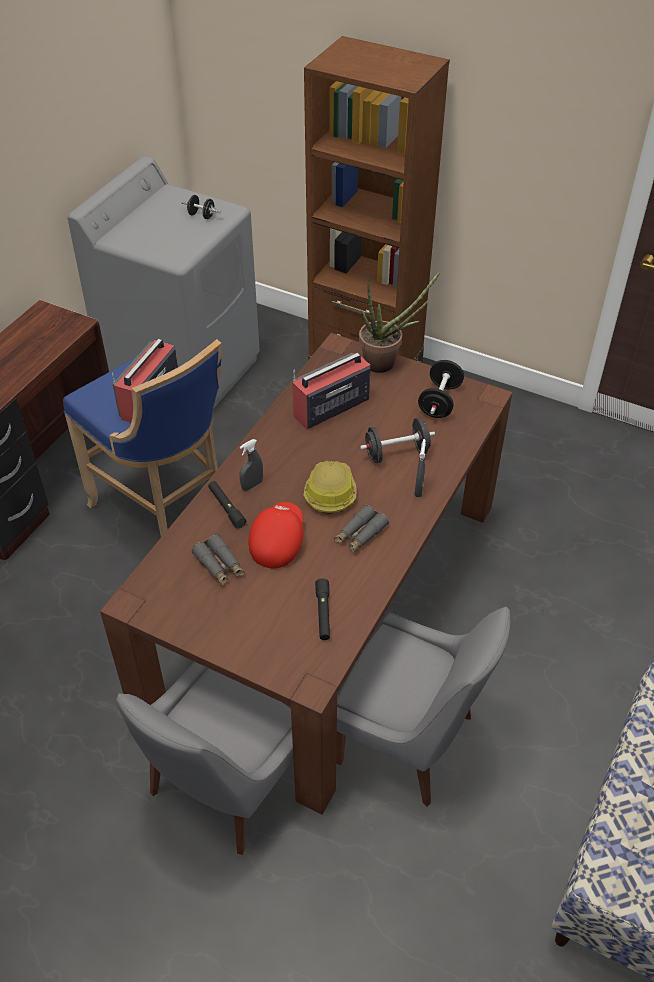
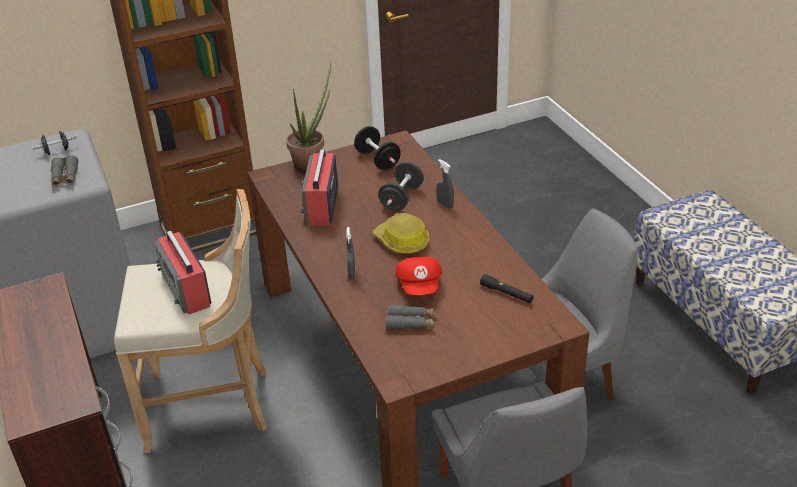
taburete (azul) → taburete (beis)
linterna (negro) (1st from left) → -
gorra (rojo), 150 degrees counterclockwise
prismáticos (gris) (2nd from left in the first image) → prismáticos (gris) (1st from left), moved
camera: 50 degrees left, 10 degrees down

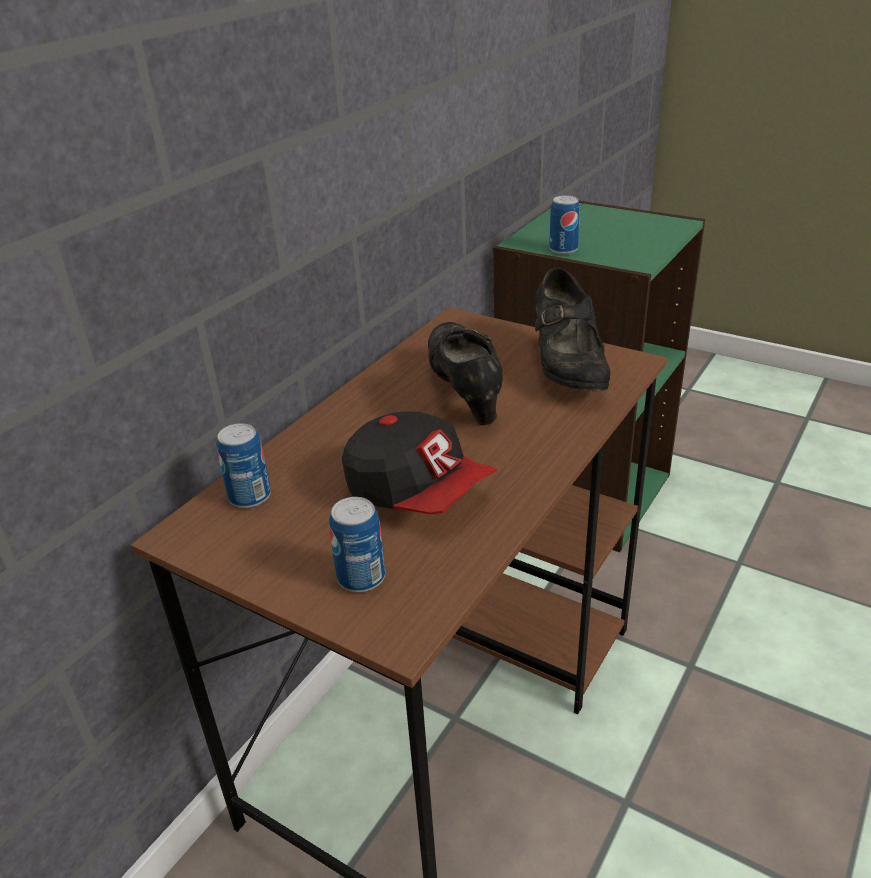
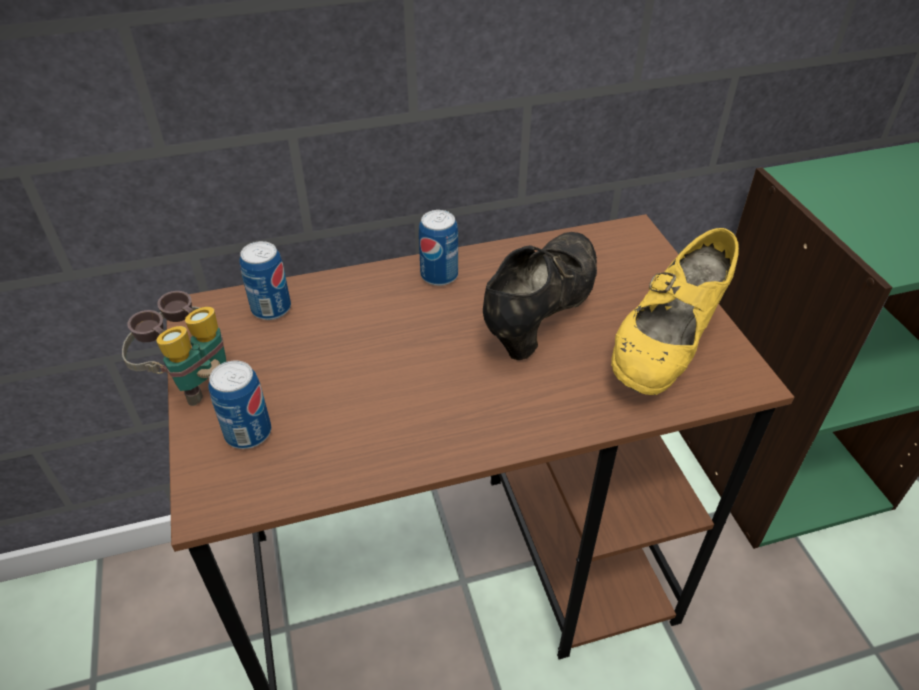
gorra → -
zapato (negro) (2nd from left) → zapato (amarillo)
lata (3rd from left), moved
- → prismáticos
camera: 40 degrees right, 10 degrees up

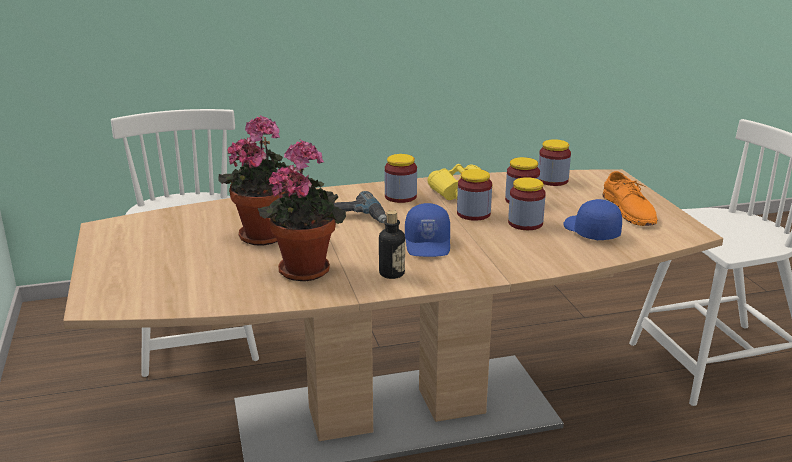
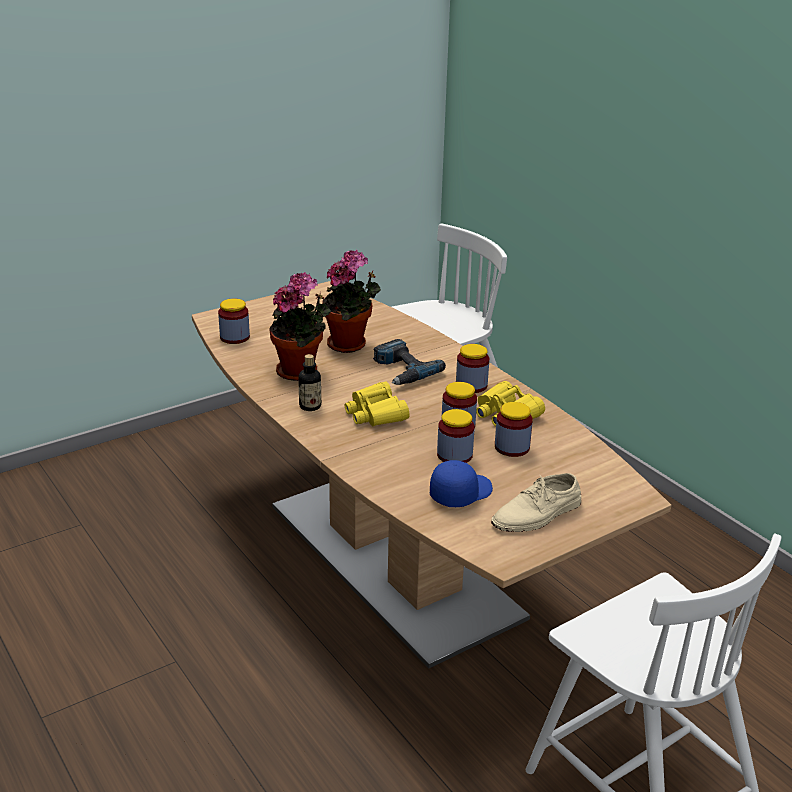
gorra (azul) (1st from left) → prismáticos (amarillo) (1st from left)
tarro (5th from left in the first image) → tarro (1st from left), moved
zapato (naranja) → zapato (beis)
camera: 70 degrees right, 5 degrees up

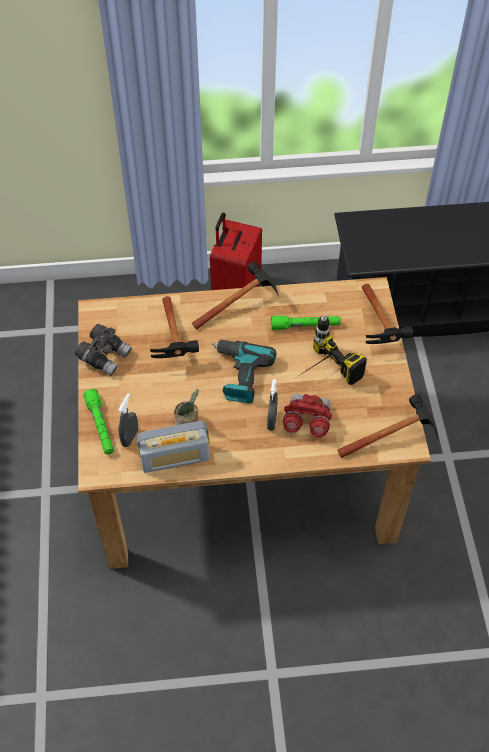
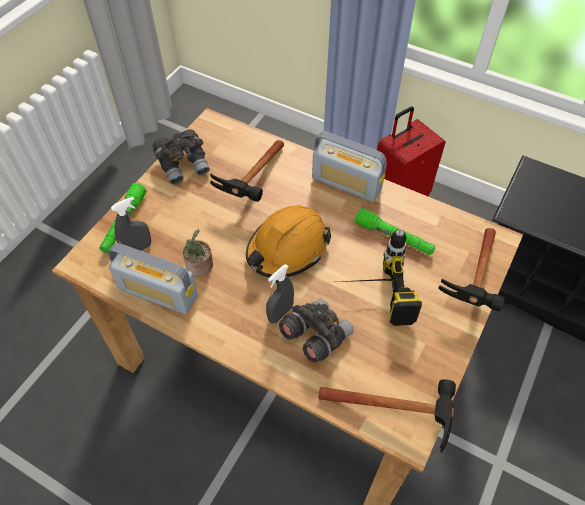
martillo (2nd from left) → radio (2nd from left)
taladro (1st from left) → casco (naranja)
prismáticos (rojo) → prismáticos (gris) (2nd from left)
camera: 35 degrees right, 0 degrees up

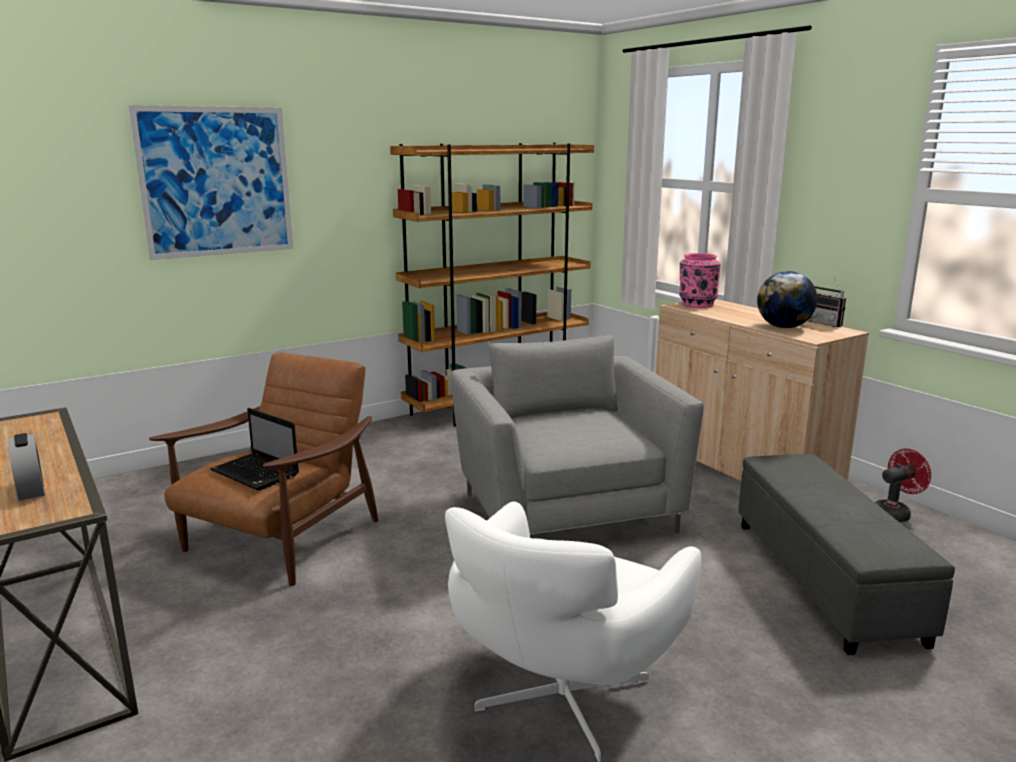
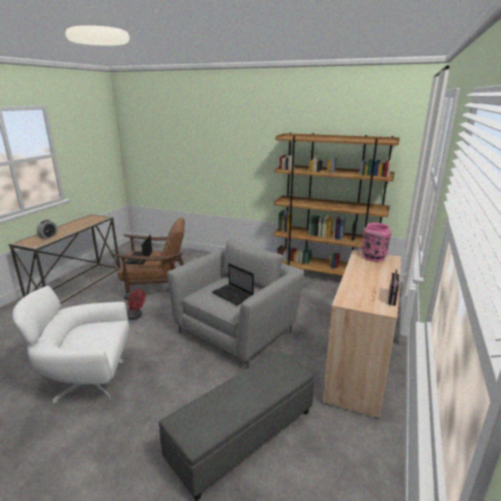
cuadro → -
globo terráqueo → -
ventilador (rojo), moved
- → portátil (2nd from left)
camera: 55 degrees right, 5 degrees up

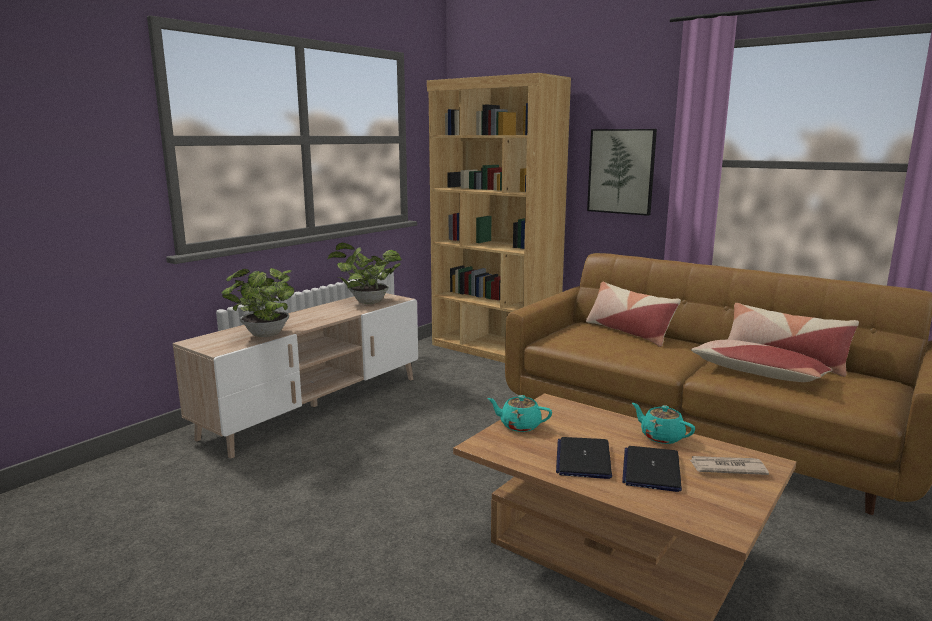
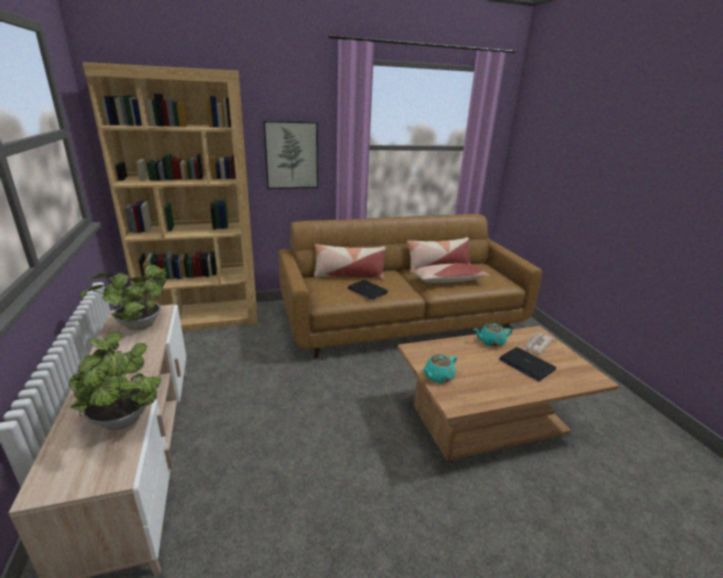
portátil (1st from left), moved
camera: 55 degrees left, 10 degrees up

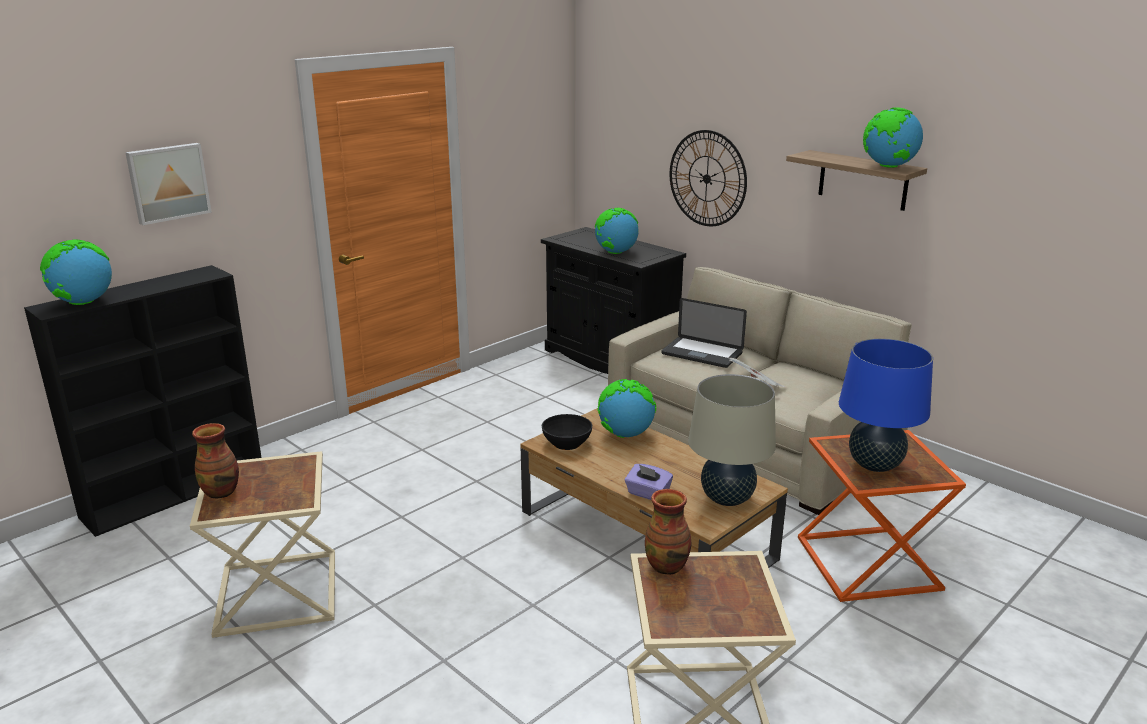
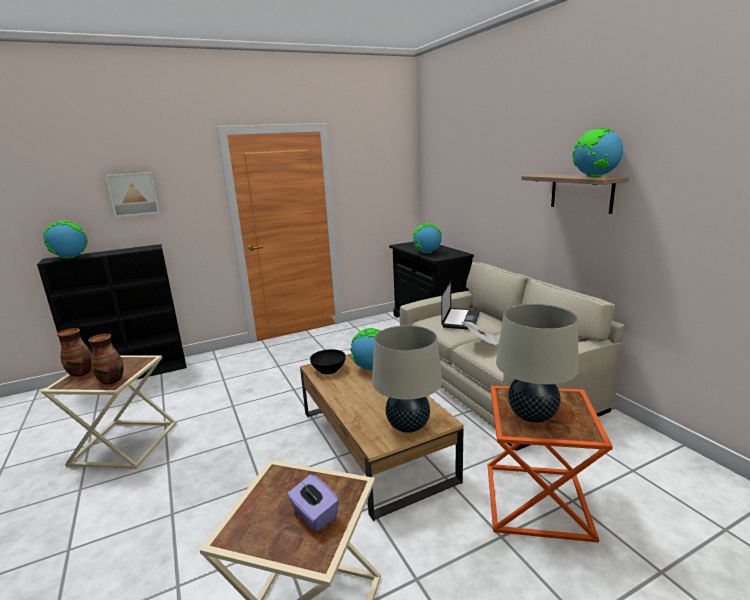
caja de pañuelos (morado), moved
florero (2nd from left), moved
portátil, 120 degrees counterclockwise
reloj de pared → -
lámpara de mesa (azul) → lámpara de mesa (beis) (2nd from left)
camera: 20 degrees right, 5 degrees down

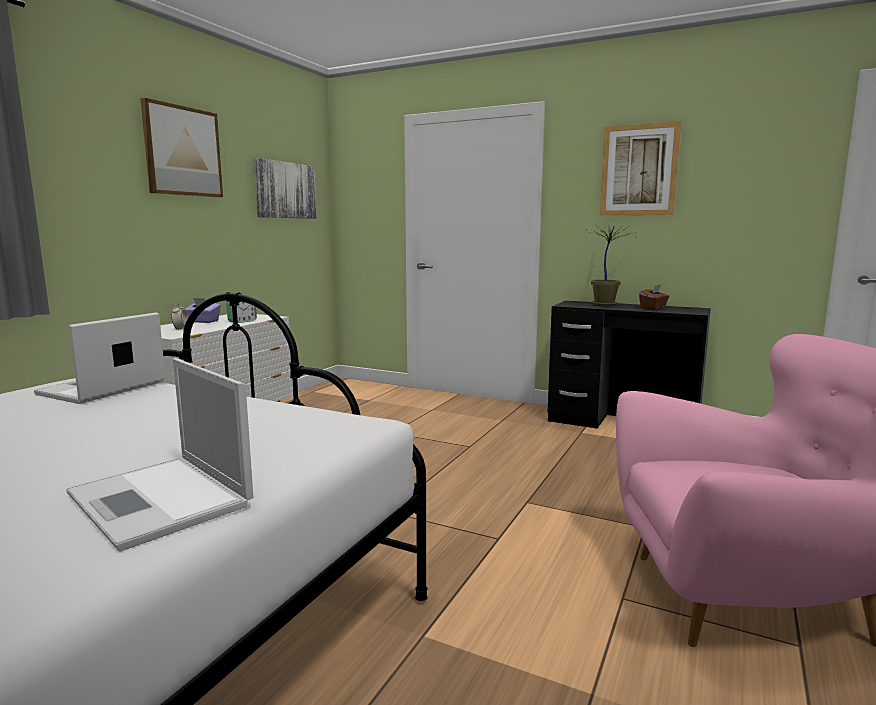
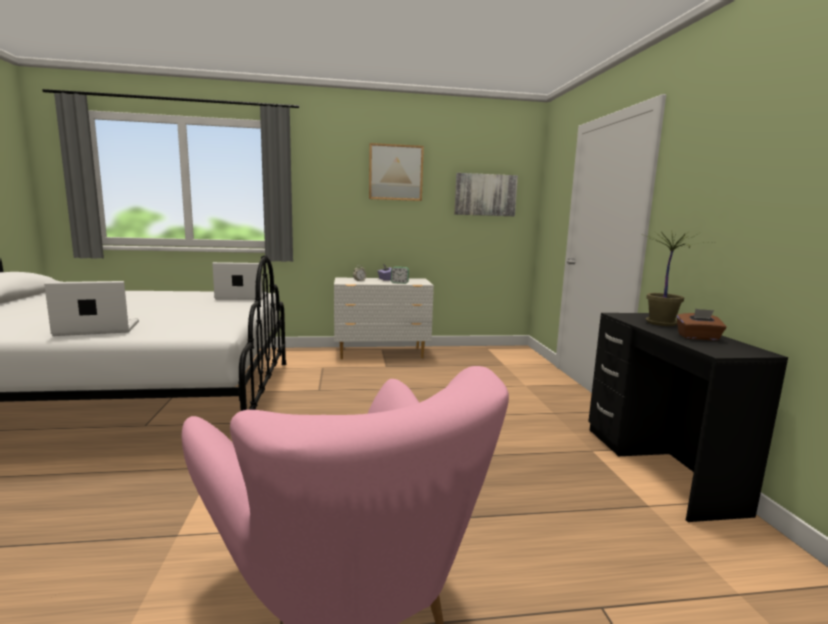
portátil (2nd from left in the first image) → portátil (1st from left), 60 degrees clockwise
cuadro (3rd from left) → -
camera: 55 degrees right, 0 degrees up

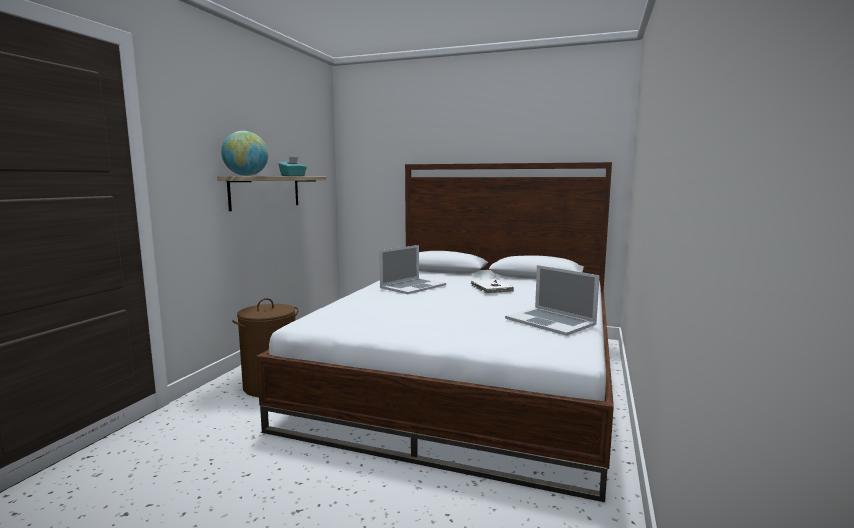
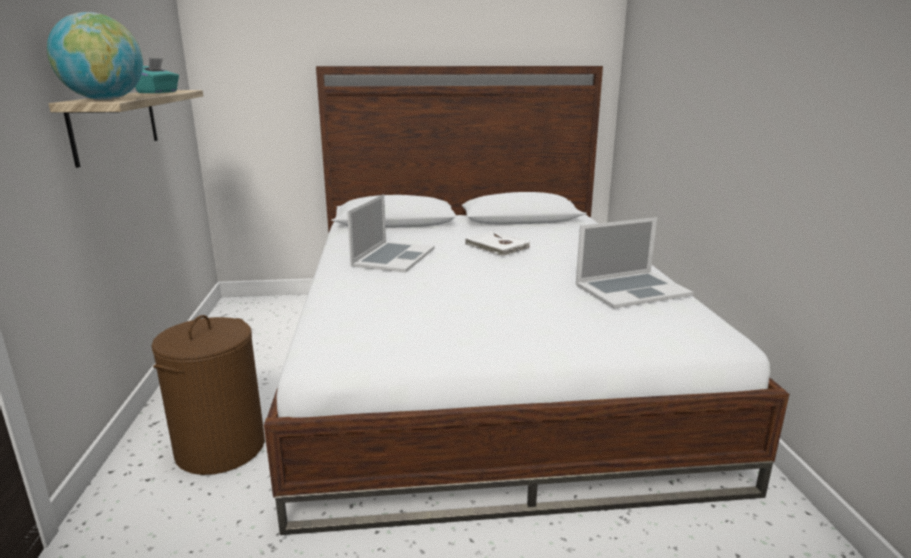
portátil (2nd from left), 45 degrees counterclockwise
camera: 25 degrees left, 10 degrees up

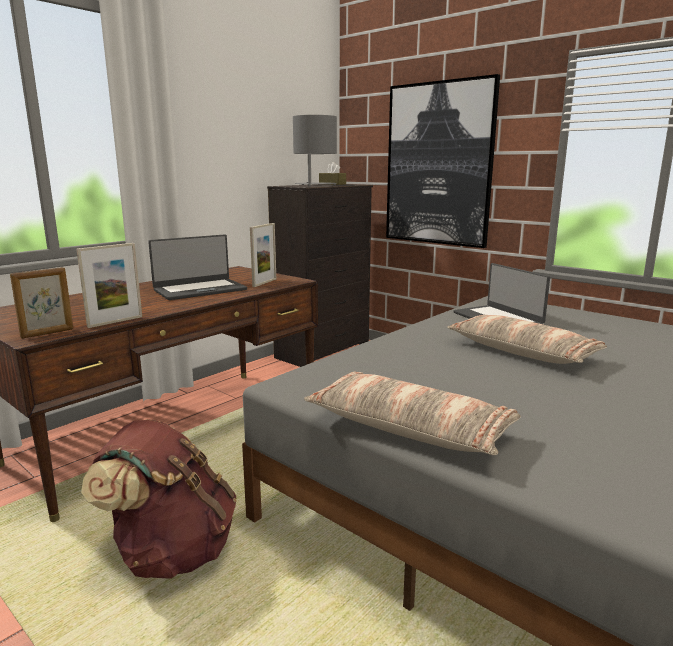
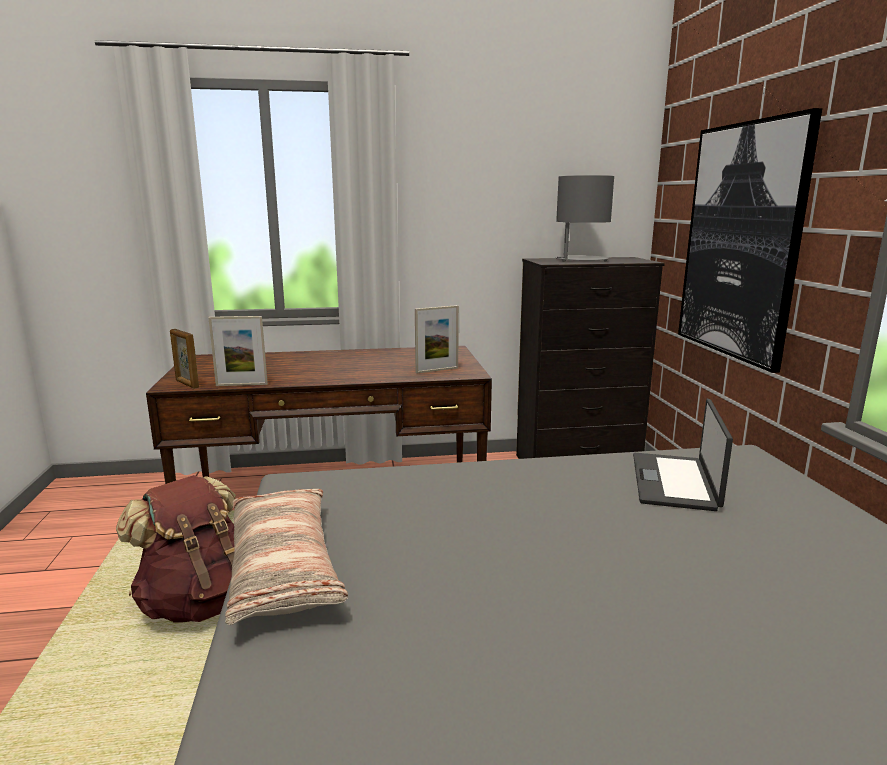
portarretratos (1st from left), 45 degrees clockwise
portátil (1st from left) → -
caja de pañuelos (marrón) → -
cojín (2nd from left) → -
camera: 40 degrees right, 0 degrees up

